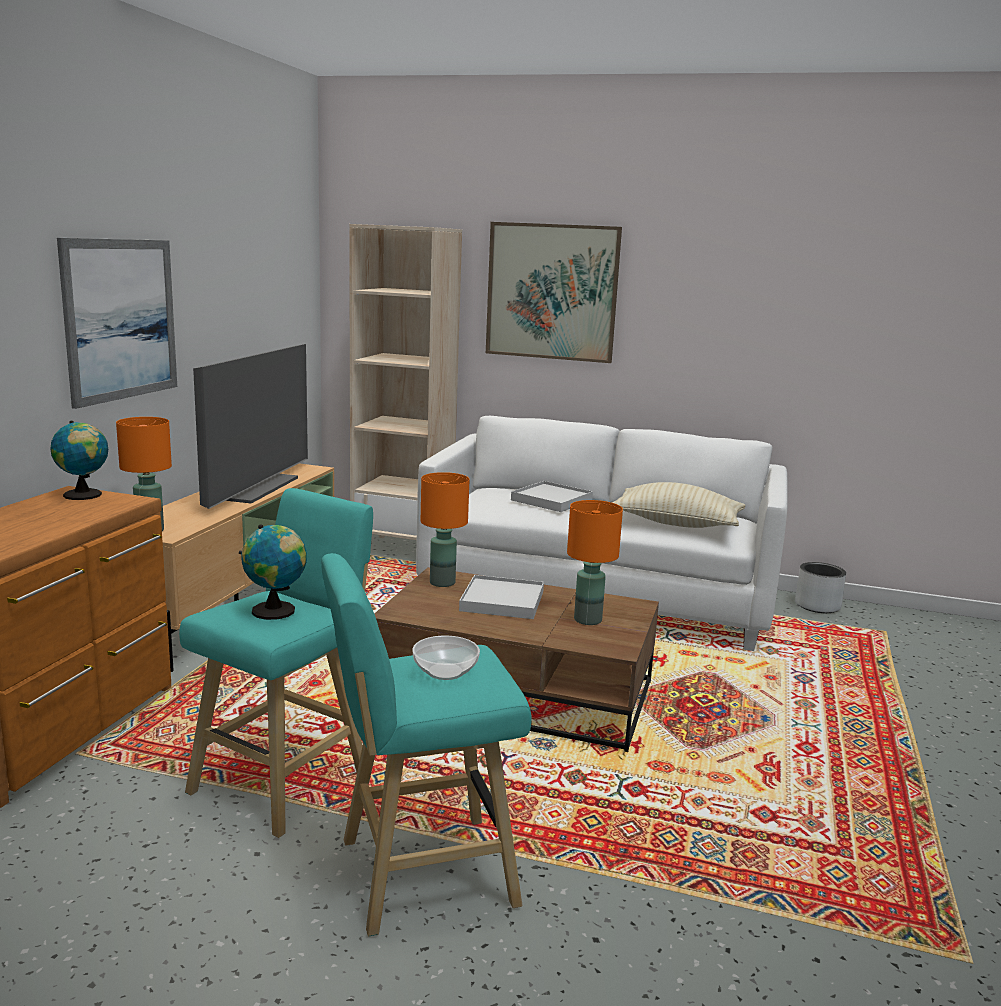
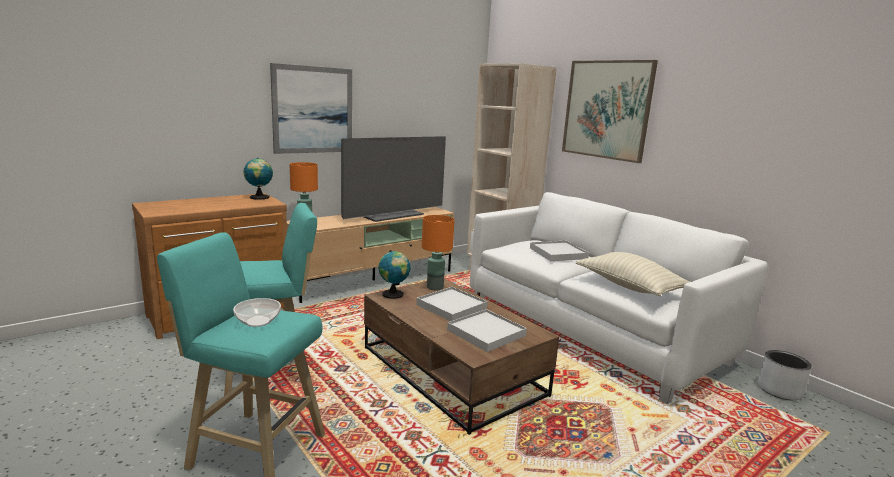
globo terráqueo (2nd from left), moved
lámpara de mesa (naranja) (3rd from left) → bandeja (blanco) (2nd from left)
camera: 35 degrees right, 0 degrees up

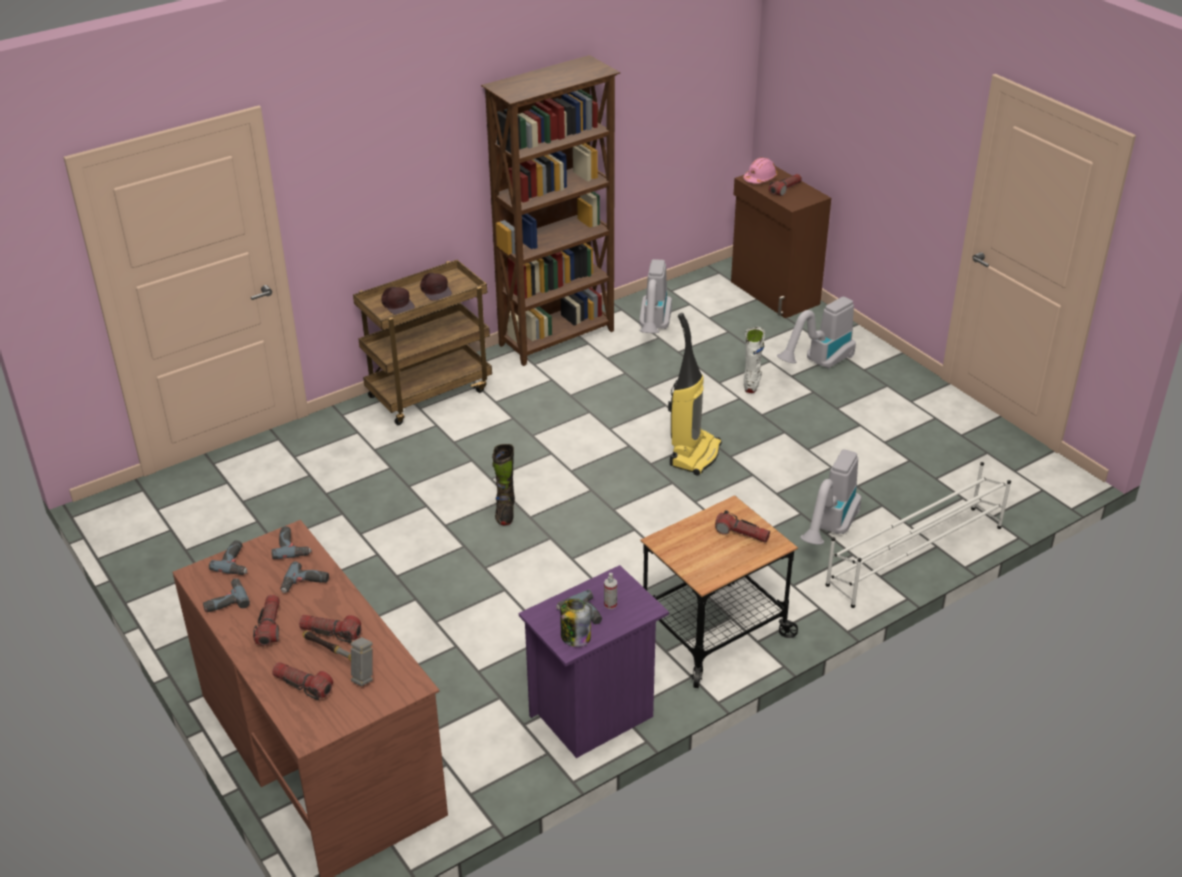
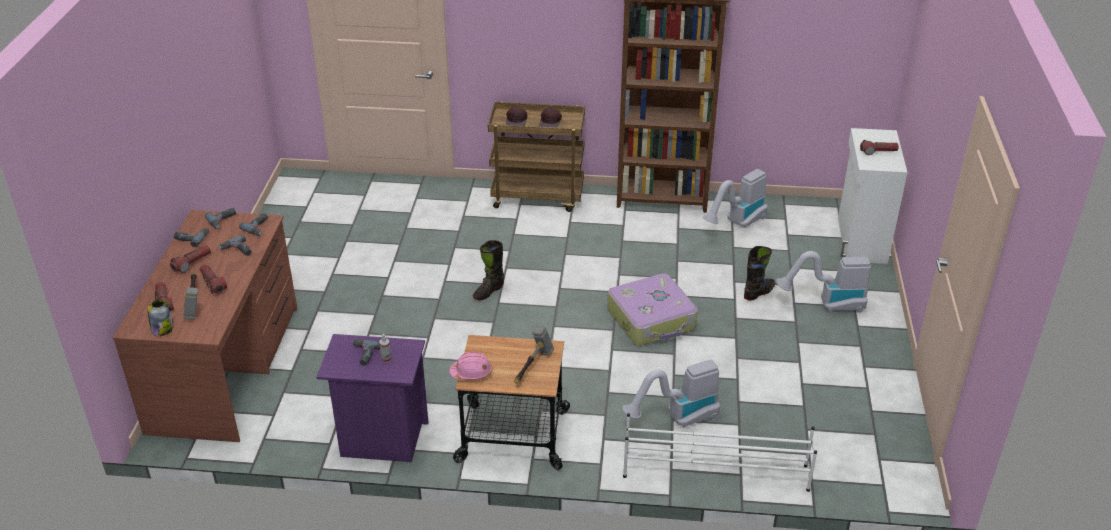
tarro, moved
aspiradora (2nd from left) → maleta
linterna (4th from left) → martillo (2nd from left)
armario (marrón) → armario (blanco)
casco (rosa), moved
bota (blanco) → bota (negro) (2nd from left)
camera: 40 degrees right, 0 degrees up

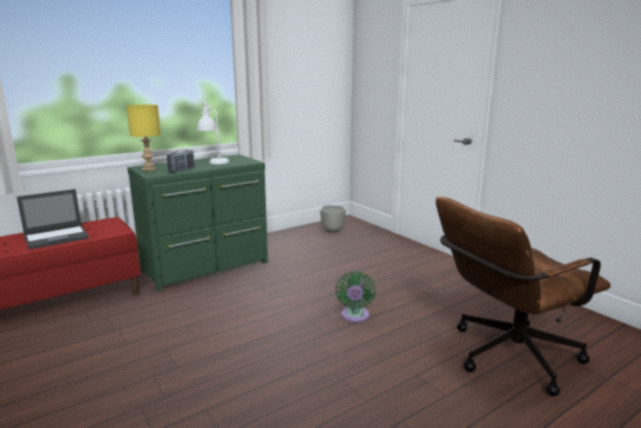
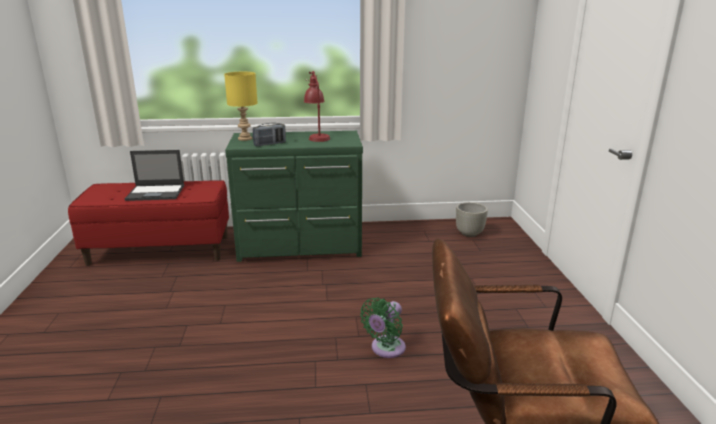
lámpara de mesa (blanco) → lámpara de mesa (rojo)
camera: 30 degrees right, 5 degrees up

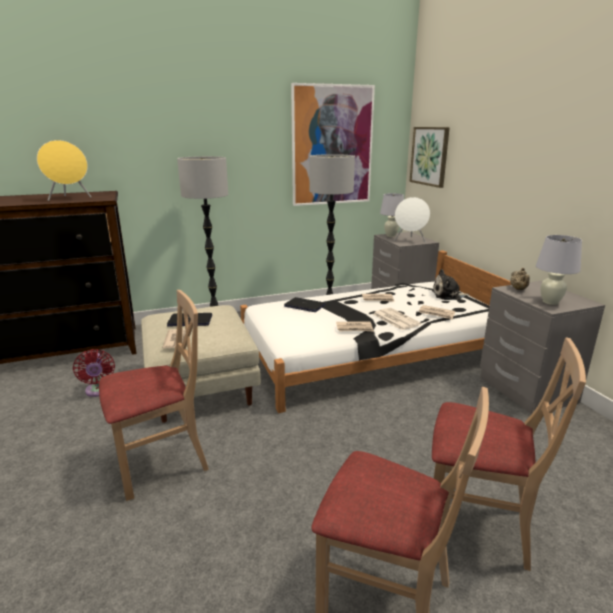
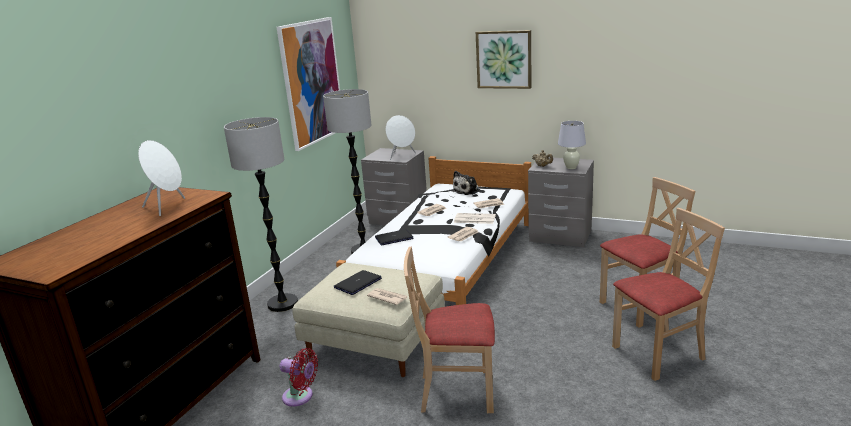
altavoz (amarillo) → altavoz (blanco) (1st from left)
silla (beis) (1st from left), 105 degrees counterclockwise
lámpara de mesa (blanco) (1st from left) → -
cuadro (2nd from left), moved
camera: 45 degrees left, 0 degrees up

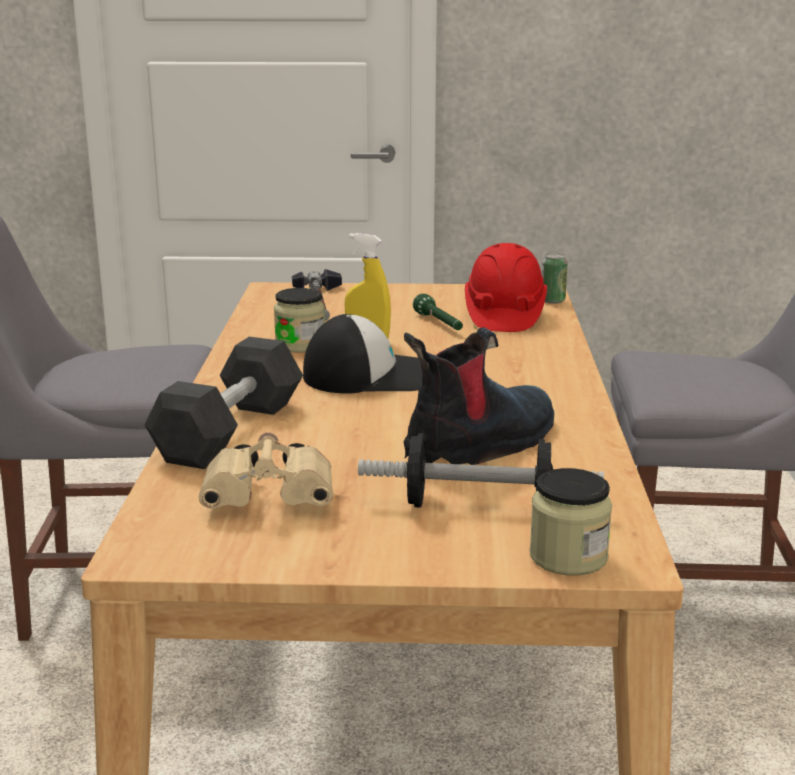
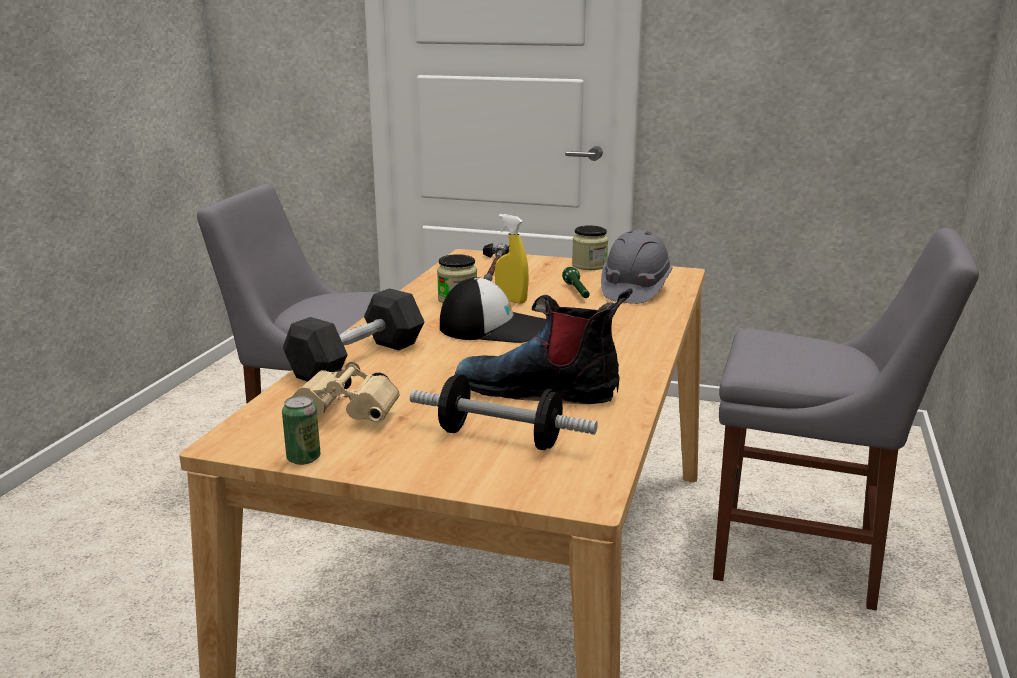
bota, 135 degrees counterclockwise
casco (rojo) → casco (gris)
tarro (2nd from left), moved
lata, moved
camera: 15 degrees right, 0 degrees up

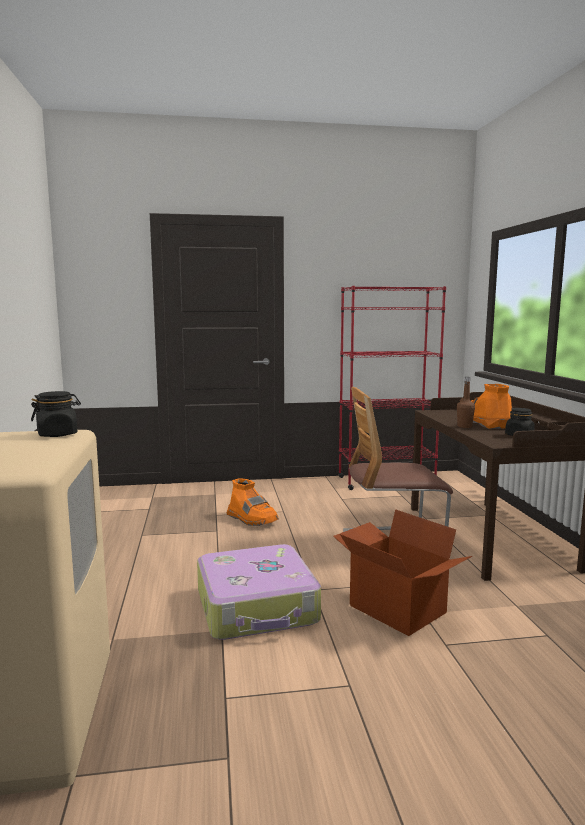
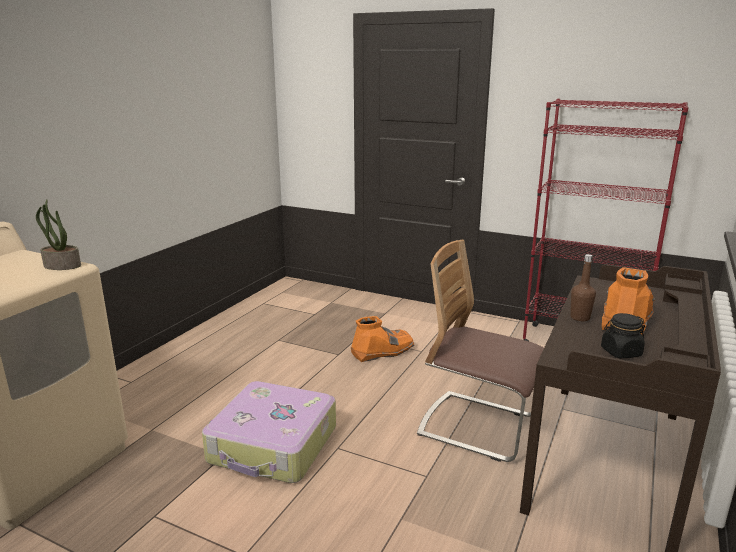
tarro (negro) (1st from left) → planta en maceta
bota (naranja) (1st from left), 105 degrees counterclockwise
caja de cartón → -
camera: 35 degrees right, 10 degrees up

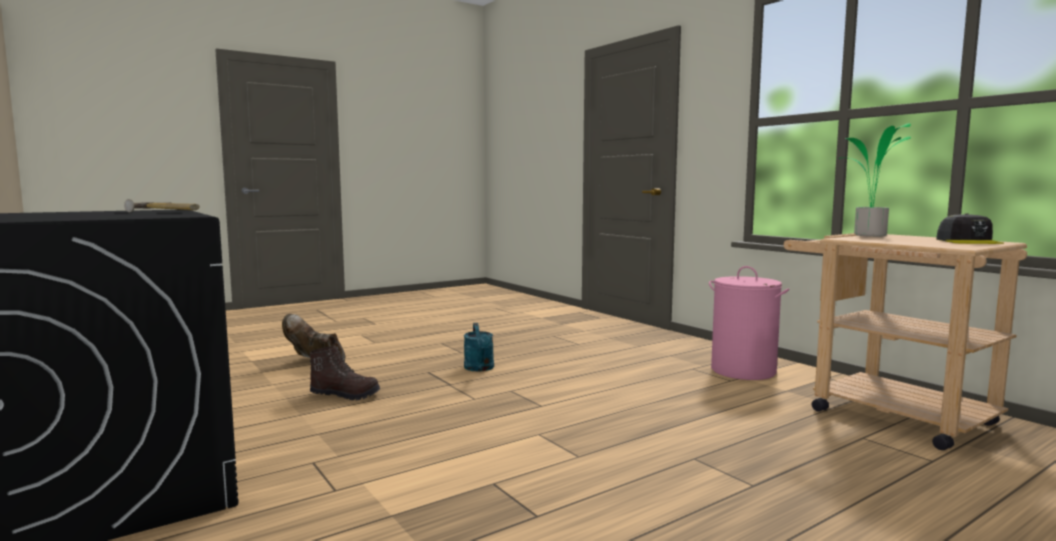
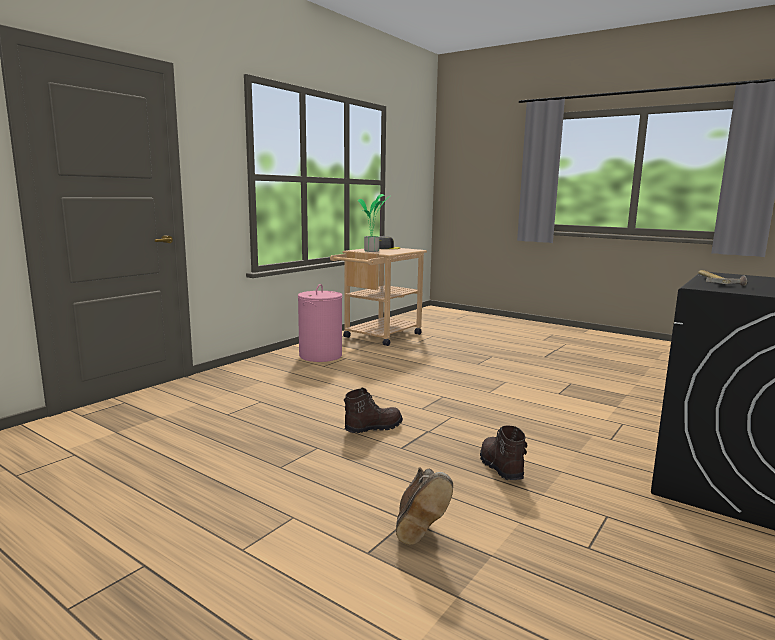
regadera (turquesa) → bota (marrón) (1st from left)
camera: 110 degrees left, 5 degrees up

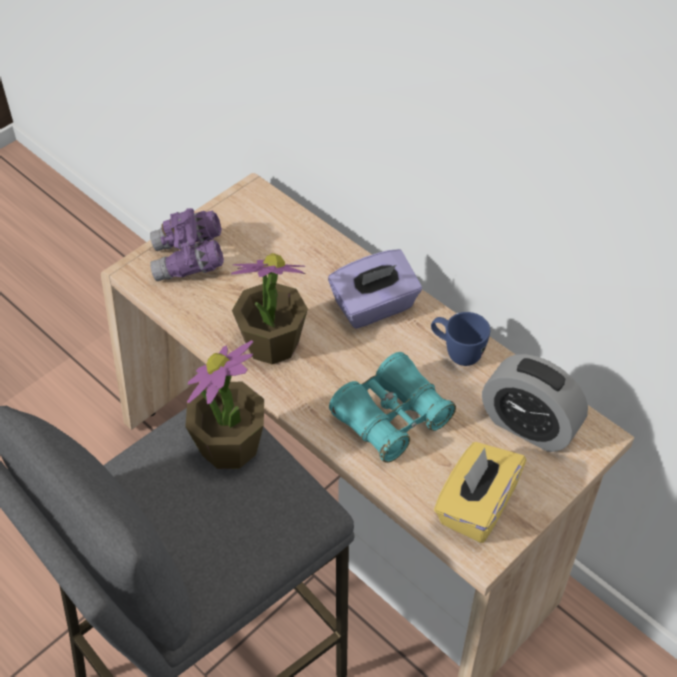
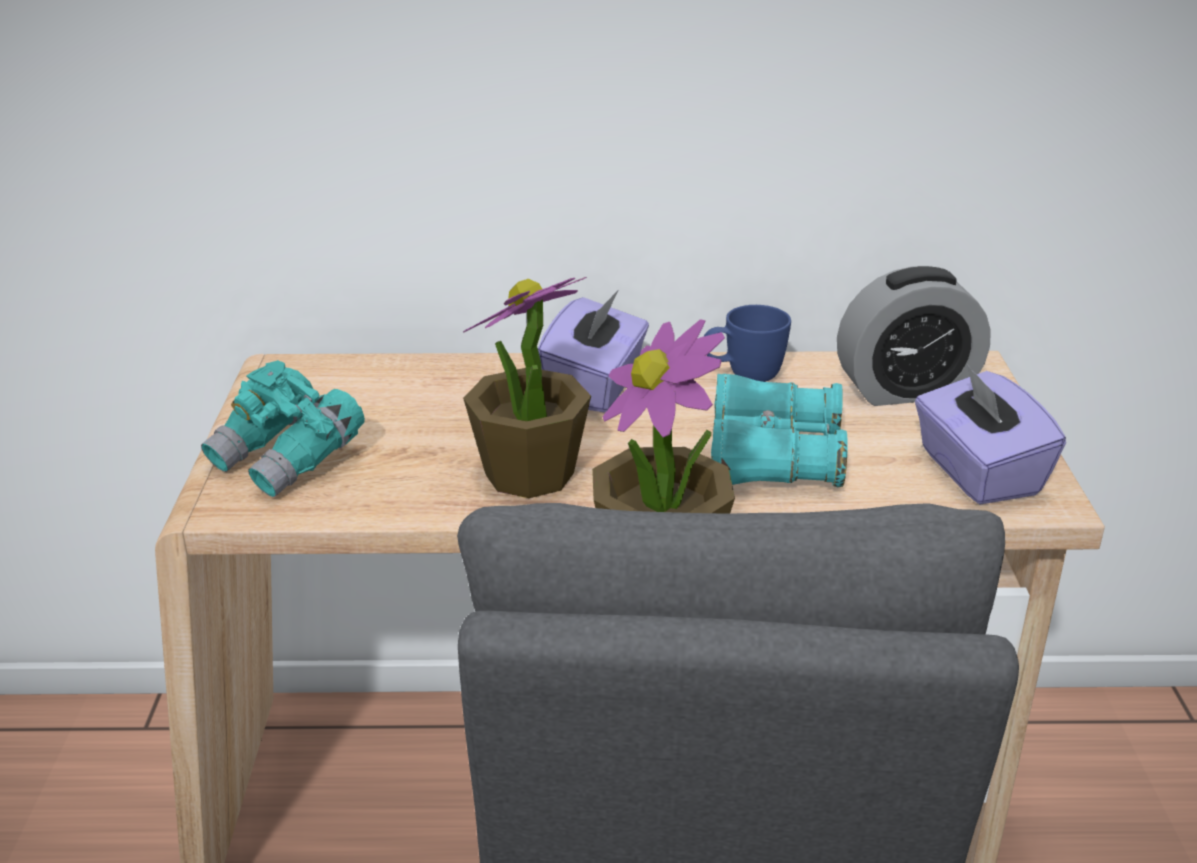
prismáticos (morado) → prismáticos (turquesa) (1st from left)
caja de pañuelos (amarillo) → caja de pañuelos (morado) (2nd from left)
camera: 45 degrees left, 20 degrees down

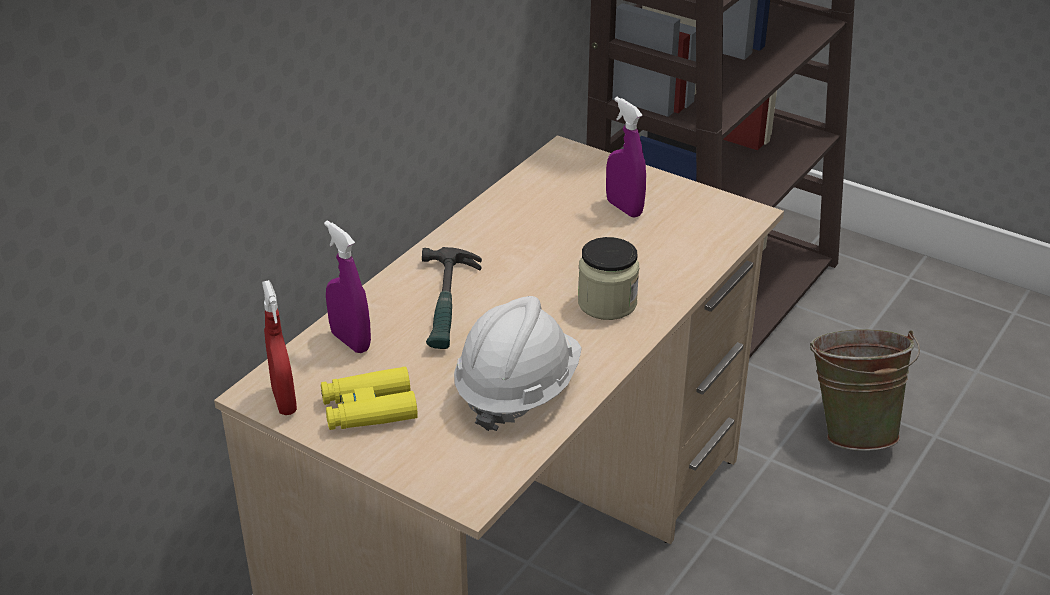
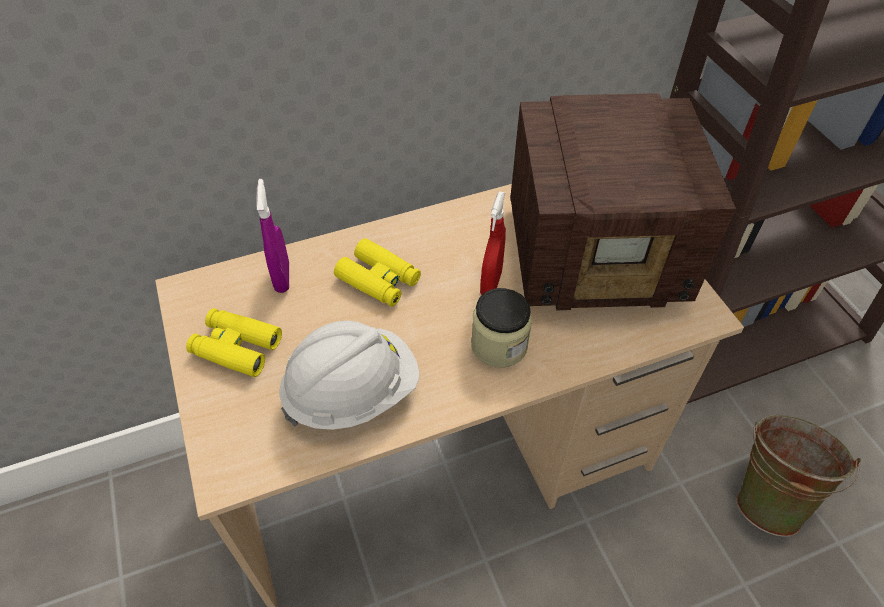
pulverizador (rojo), moved
martillo → prismáticos (amarillo) (2nd from left)
pulverizador (morado) (2nd from left) → radio
camera: 35 degrees right, 15 degrees up

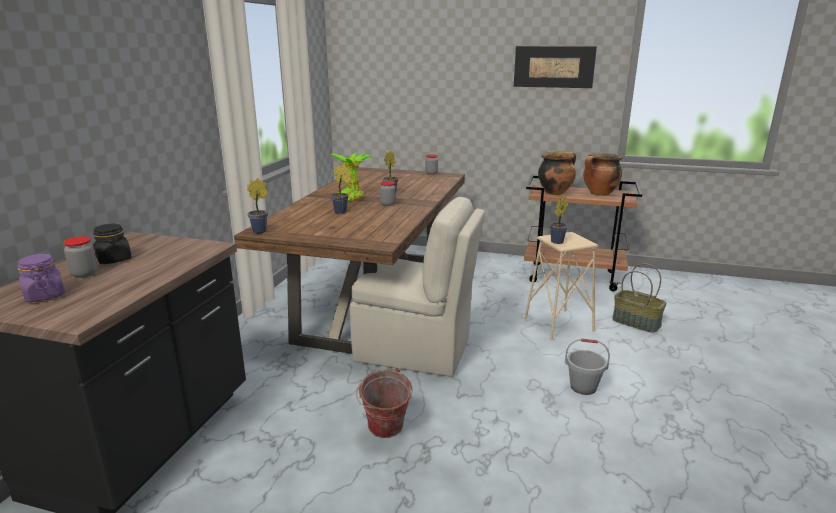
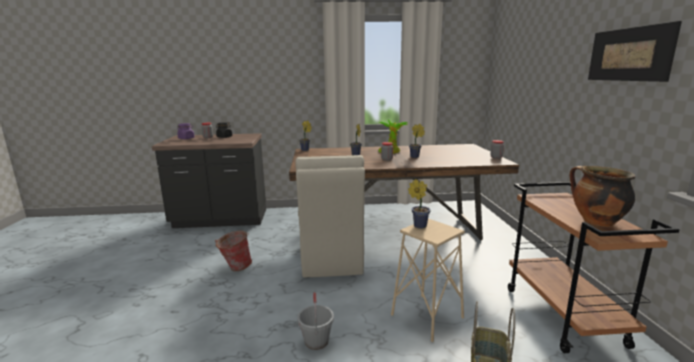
olla (1st from left) → -
camera: 70 degrees right, 5 degrees down

